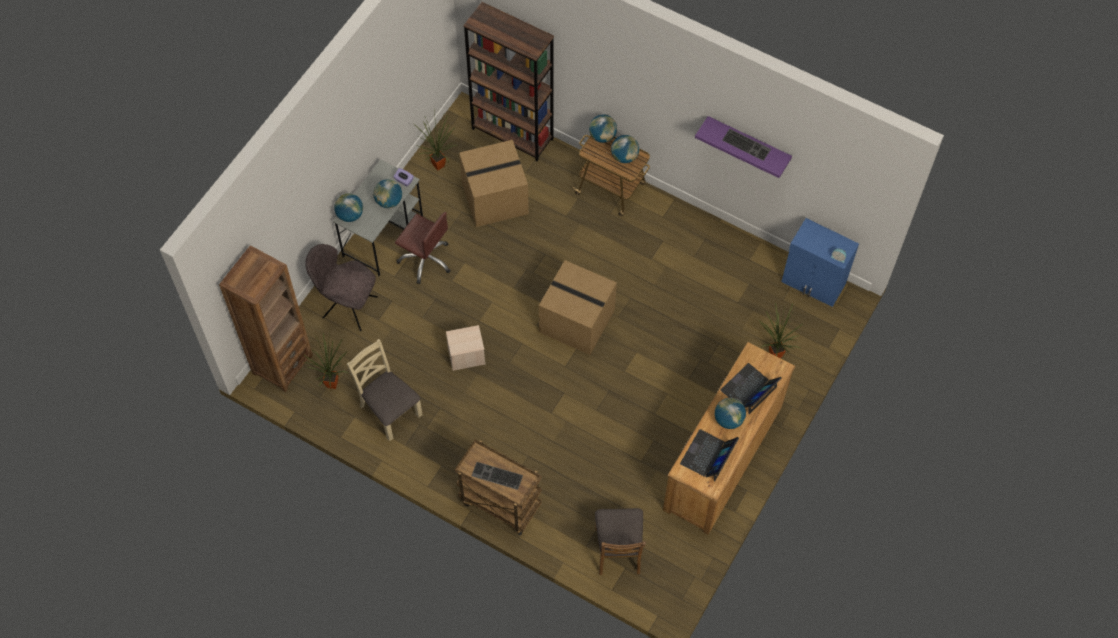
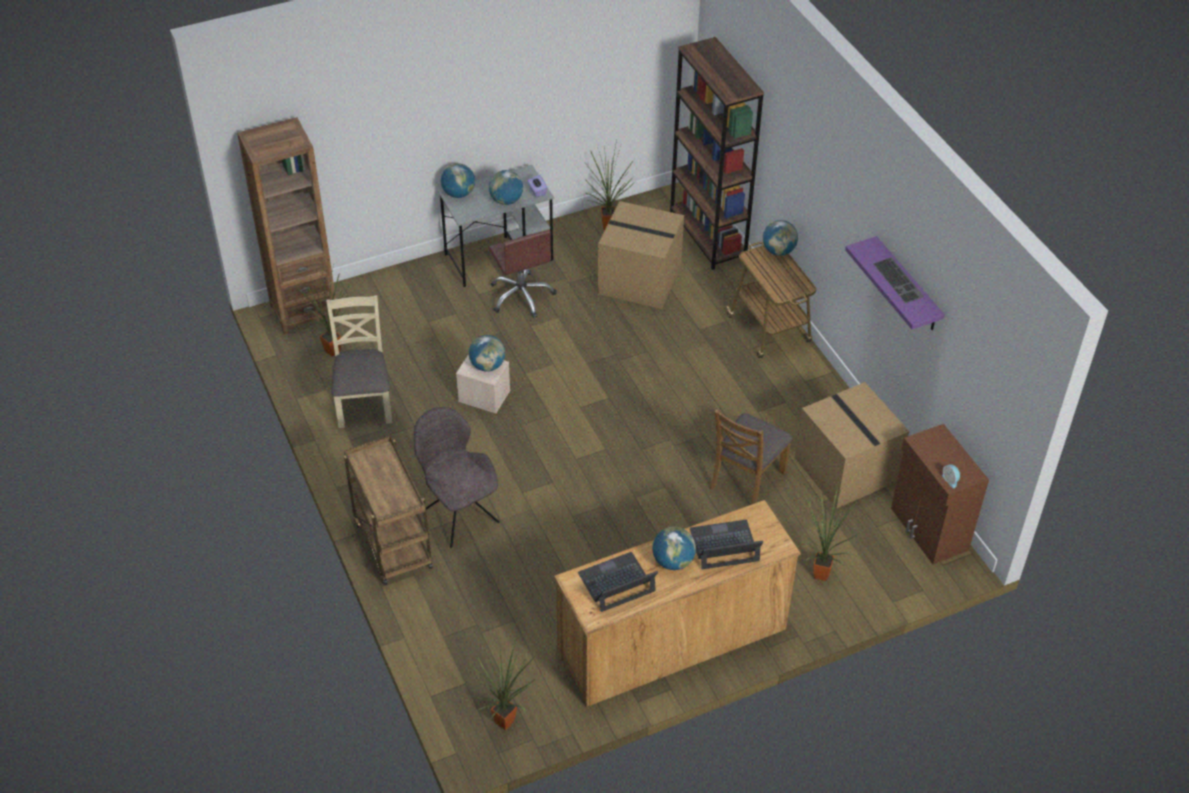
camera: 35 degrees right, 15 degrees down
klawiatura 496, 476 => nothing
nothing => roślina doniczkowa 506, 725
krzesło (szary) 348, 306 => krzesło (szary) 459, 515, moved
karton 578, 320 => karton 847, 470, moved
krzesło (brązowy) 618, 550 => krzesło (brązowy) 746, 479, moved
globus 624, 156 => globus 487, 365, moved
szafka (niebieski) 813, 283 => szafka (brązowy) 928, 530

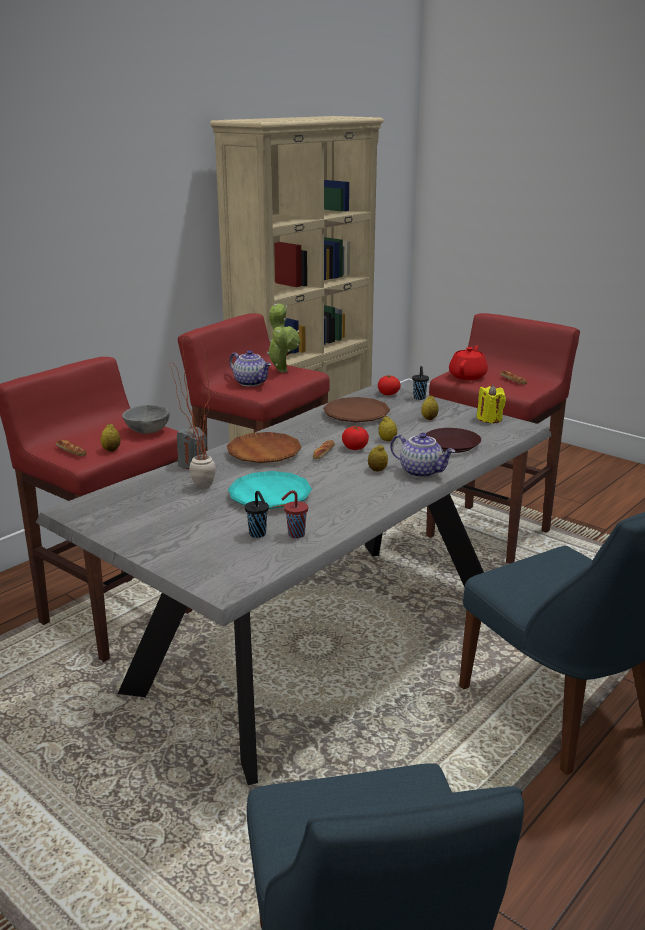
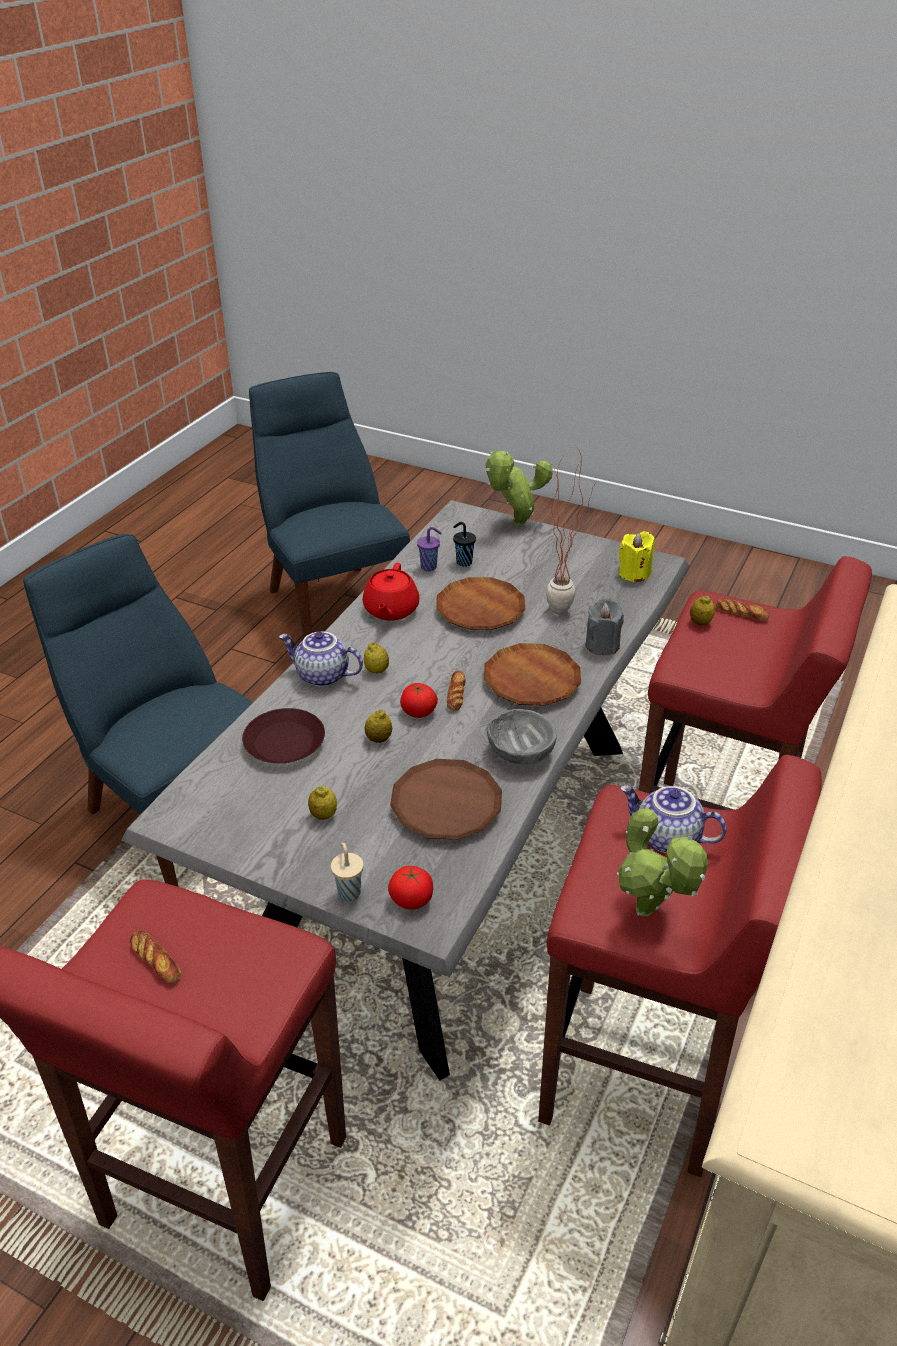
camera: 165 degrees right, 15 degrees up
nothing => roślina doniczkowa 515, 524
miska (szary) 148, 431 => miska (szary) 520, 752, moved
imbryk (czerwony) 468, 376 => imbryk (czerwony) 390, 610, moved
świeca (żółty) 489, 419 => świeca (żółty) 634, 573, moved
talerz (turkusowy) 270, 496 => talerz (brązowy) 480, 609
filiżanka (czerwony) 295, 534 => filiżanka (fioletowy) 430, 567
filiżanka (czarny) 419, 398 => filiżanka (beżowy) 349, 892

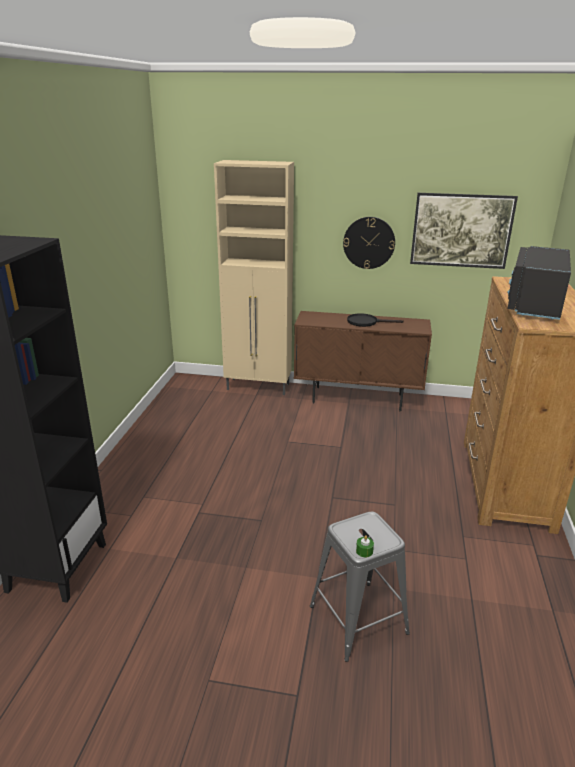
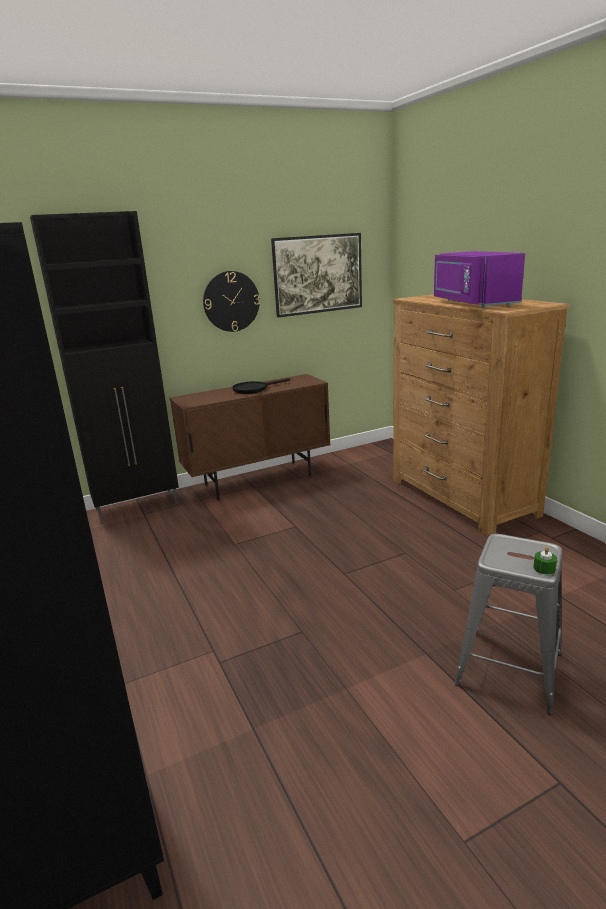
camera: 35 degrees left, 5 degrees down
szafka (beżowy) 259, 387 => szafka (czarny) 138, 507
mikrofalówka (czarny) 533, 304 => mikrofalówka (fioletowy) 472, 303

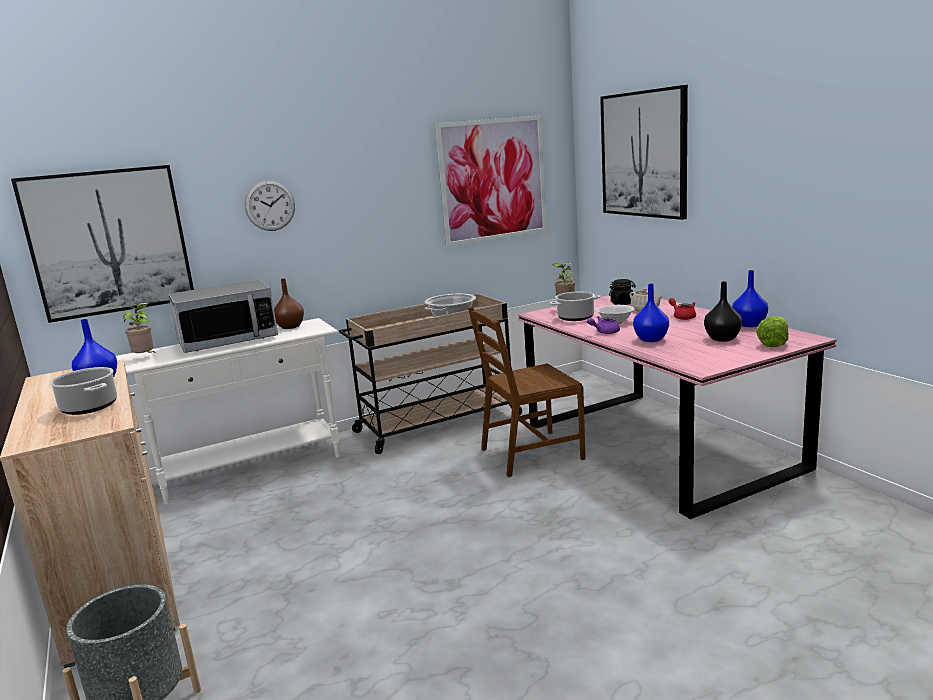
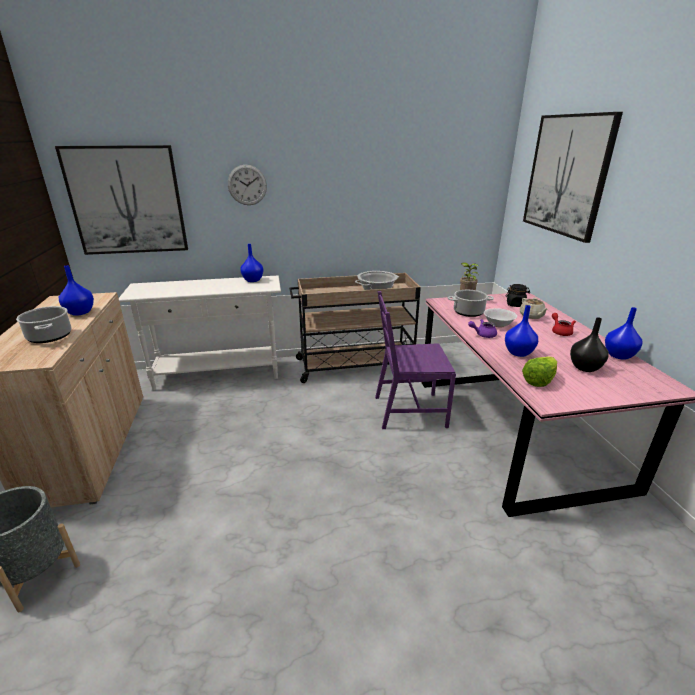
camera: 15 degrees right, 10 degrees up
roślina doniczkowa 146, 357 => nothing
mikrofalówka 228, 341 => nothing
obraz 493, 180 => nothing
sałata 773, 343 => sałata 539, 380, moved
wazon (brązowy) 290, 327 => wazon (niebieski) 253, 280
krzesło (brązowy) 530, 454 => krzesło (fioletowy) 409, 411

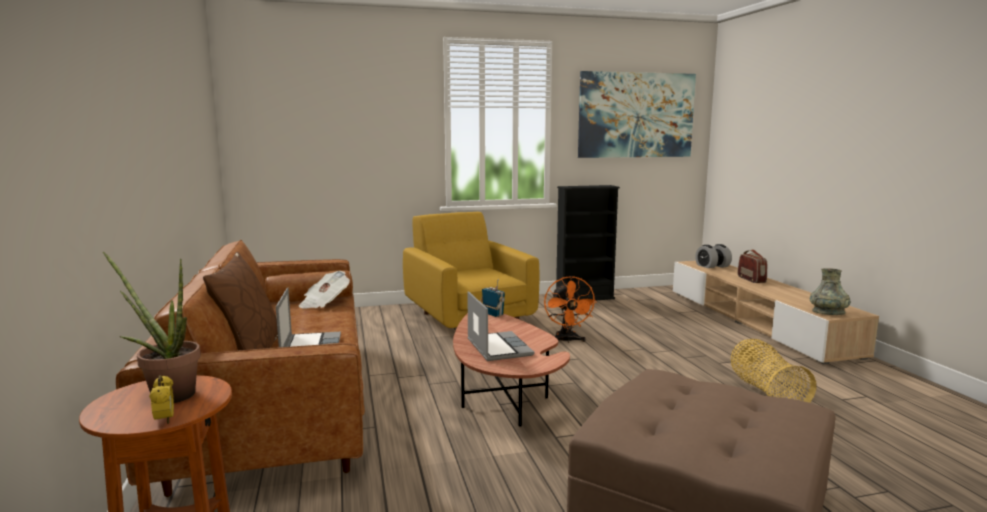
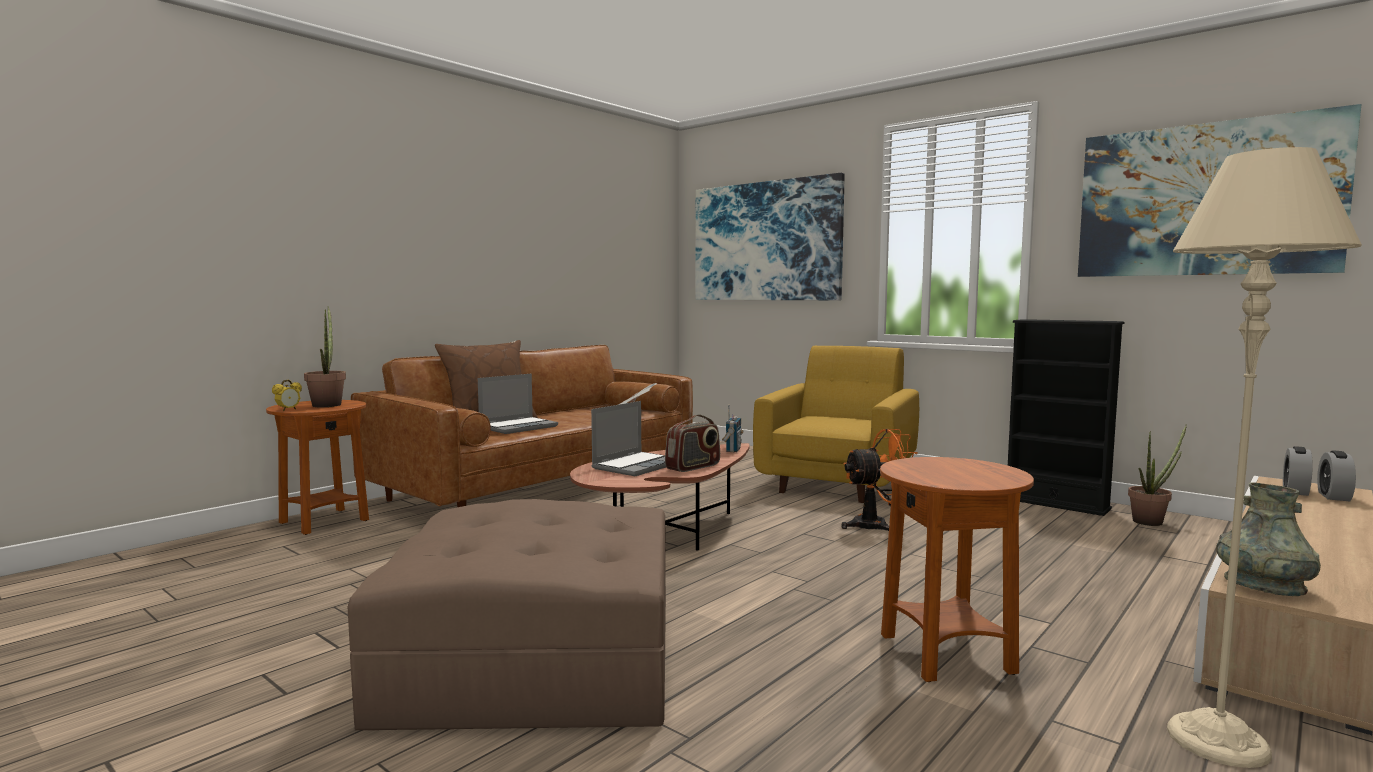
camera: 55 degrees right, 5 degrees down
nothing => obraz 765, 241
nothing => roślina doniczkowa 1152, 521
nothing => lampa stojąca (beżowy) 1218, 741
radio 751, 279 => radio 693, 467, moved
koszyk 766, 393 => stolik (brązowy) 946, 655
wentylator (pomarańczowy) 567, 340 => wentylator (pomarańczowy) 878, 526, 150 degrees counterclockwise

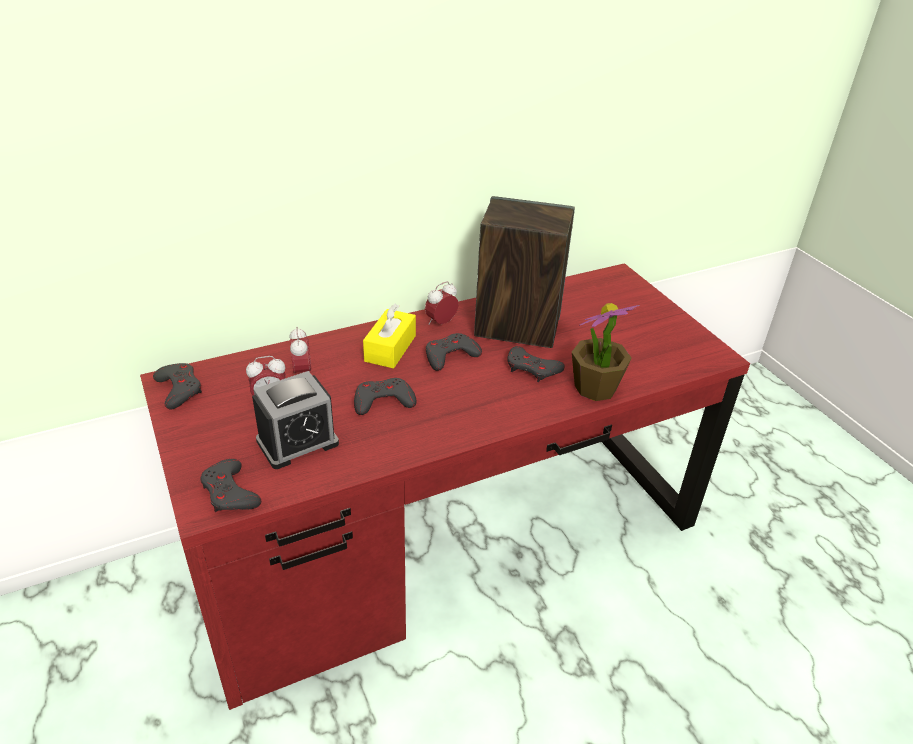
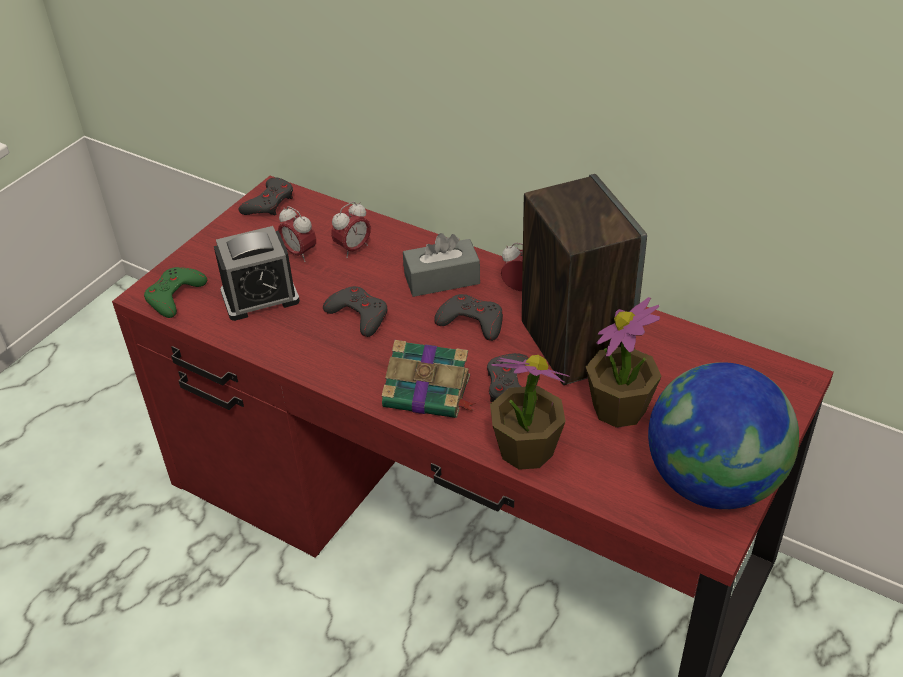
camera: 60 degrees right, 5 degrees up
nothing => książka 429, 392
nothing => roślina doniczkowa 619, 409
nothing => globus 712, 482
pad do gier (szary) 230, 492 => pad do gier (zielony) 174, 296
pudełko chusteczek (żółty) 390, 348 => pudełko chusteczek (szary) 442, 279
budzik 297, 442 => budzik 260, 297, 45 degrees counterclockwise

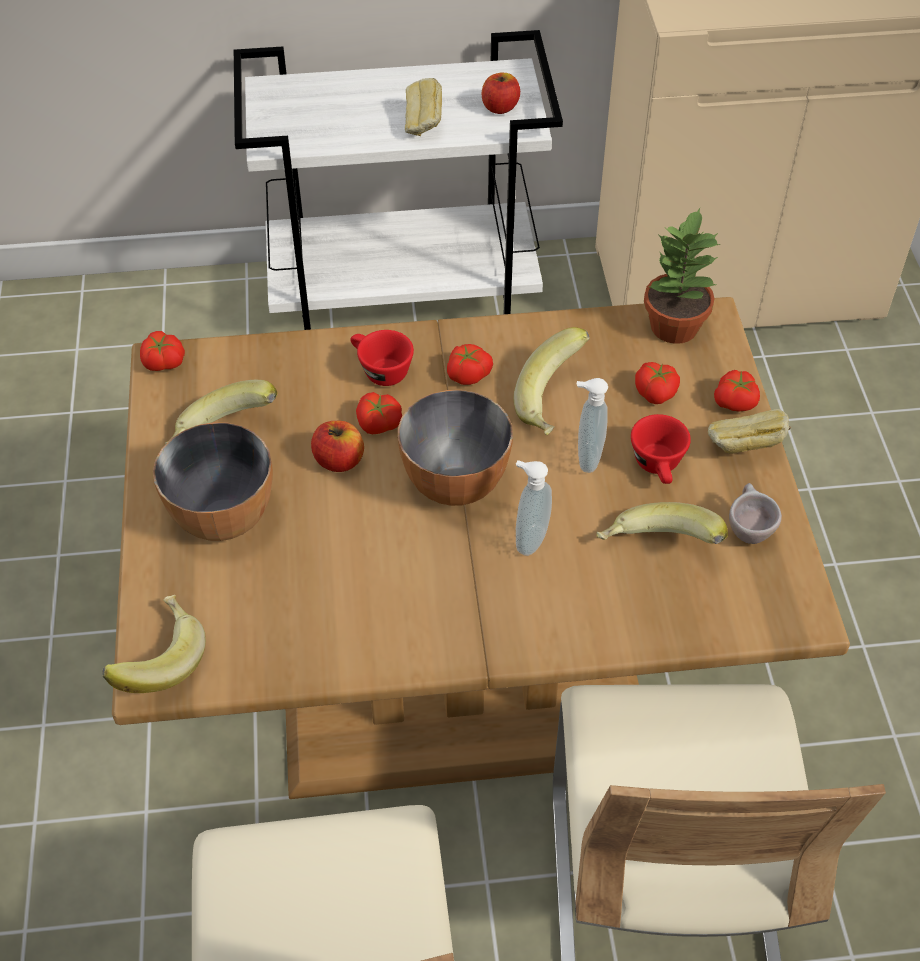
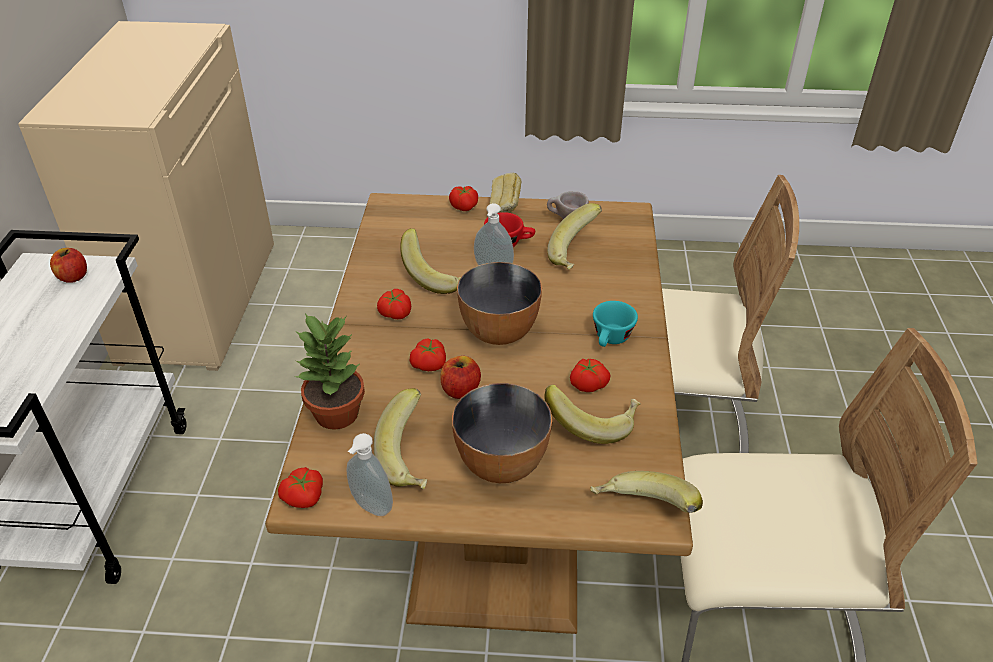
camera: 80 degrees left, 10 degrees down
filiżanka (czerwony) 379, 370 => nothing
chleb 423, 125 => nothing
nothing => banan 592, 423
nothing => filiżanka (turkusowy) 611, 340
dozownik mydła 529, 539 => dozownik mydła 370, 508, moved
pomidor 656, 392 => pomidor 588, 383, moved
roślina doniczkowa 673, 327 => roślina doniczkowa 337, 414, moved

